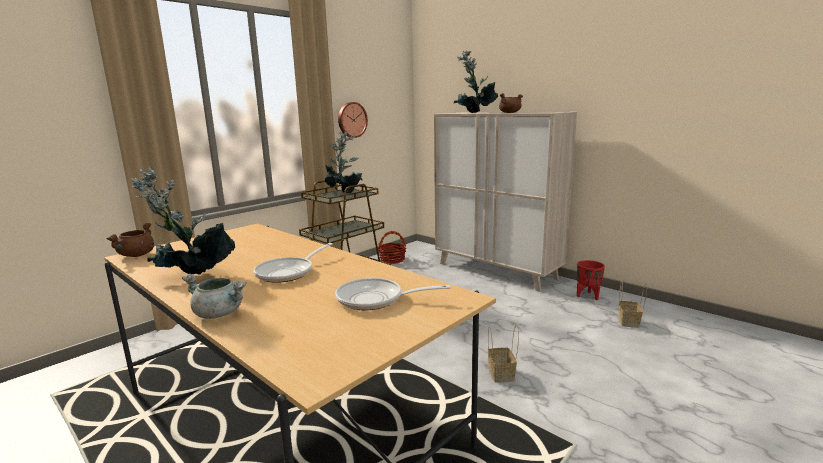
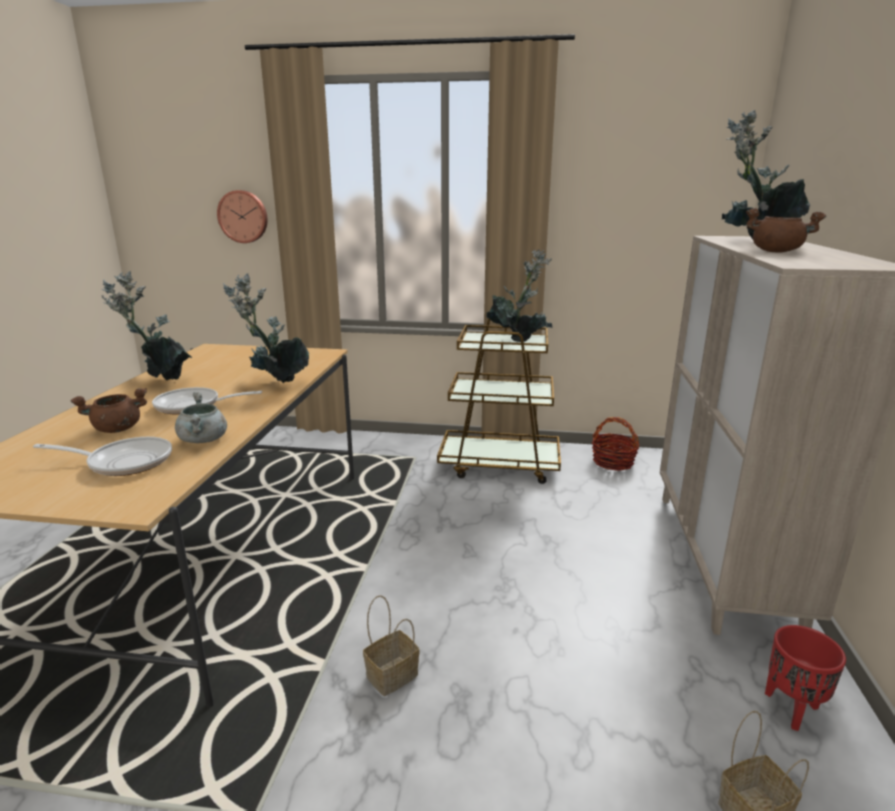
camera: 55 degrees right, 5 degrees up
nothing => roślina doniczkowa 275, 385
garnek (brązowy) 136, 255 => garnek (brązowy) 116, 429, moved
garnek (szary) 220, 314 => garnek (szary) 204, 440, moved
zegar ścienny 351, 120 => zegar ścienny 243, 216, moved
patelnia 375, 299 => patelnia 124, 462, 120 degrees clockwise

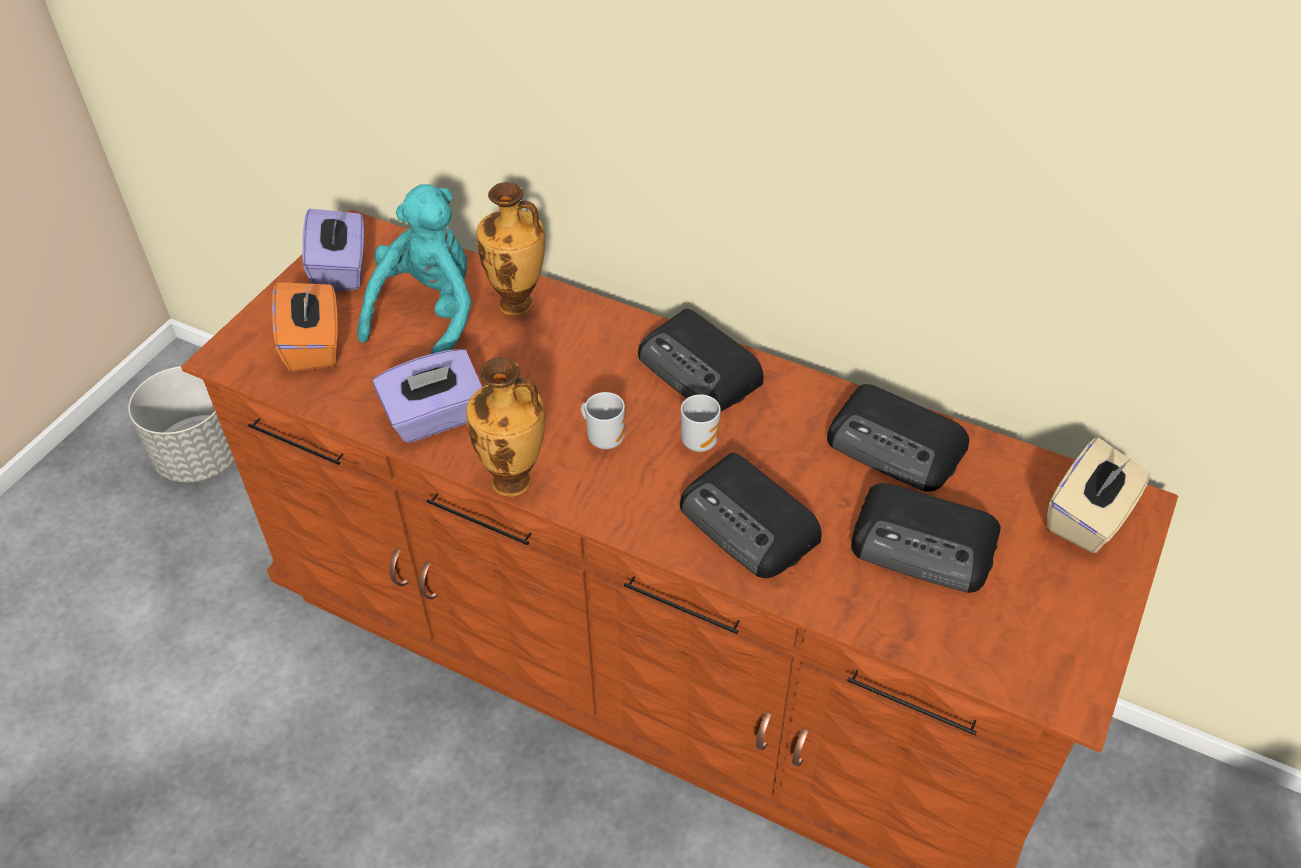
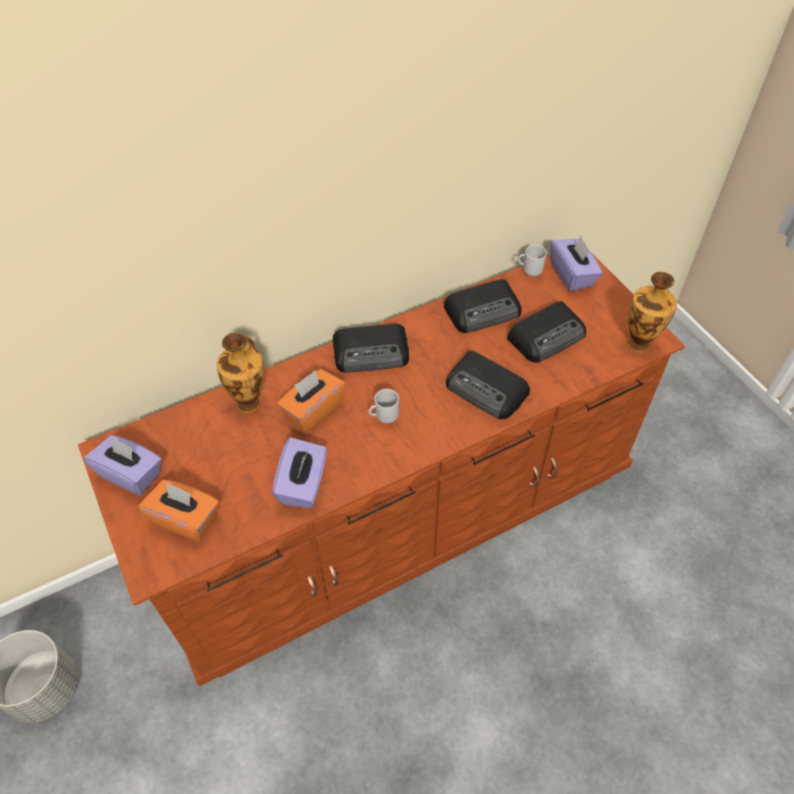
camera: 55 degrees left, 5 degrees up
pluszak (turkusowy) 429, 314 => nothing
nothing => pudełko chusteczek (pomarańczowy) 313, 410
wazon 514, 482 => wazon 639, 343, moved
kubek 700, 441 => kubek 530, 271, moved
pudełko chusteczek (beżowy) 1089, 517 => pudełko chusteczek (fioletowy) 572, 275
radio 750, 524 => radio 487, 390, 45 degrees clockwise

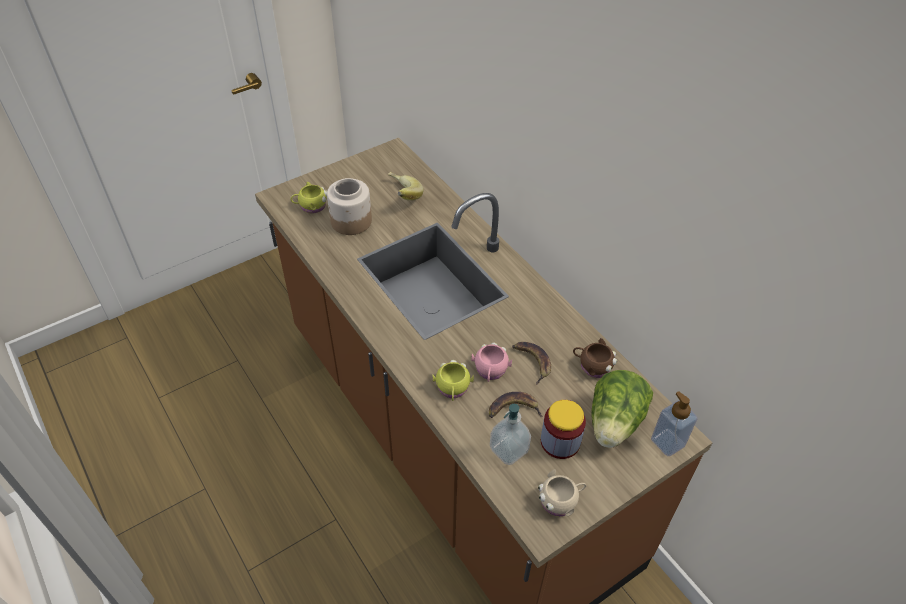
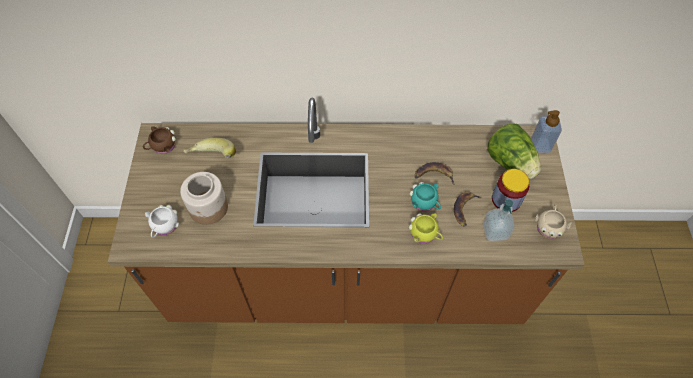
camera: 55 degrees left, 10 degrees up
kubek (brązowy) 592, 366 => kubek (brązowy) 162, 147, moved
kubek (żółty) 311, 206 => kubek (biały) 164, 227
kubek (różowy) 490, 371 => kubek (turkusowy) 425, 203

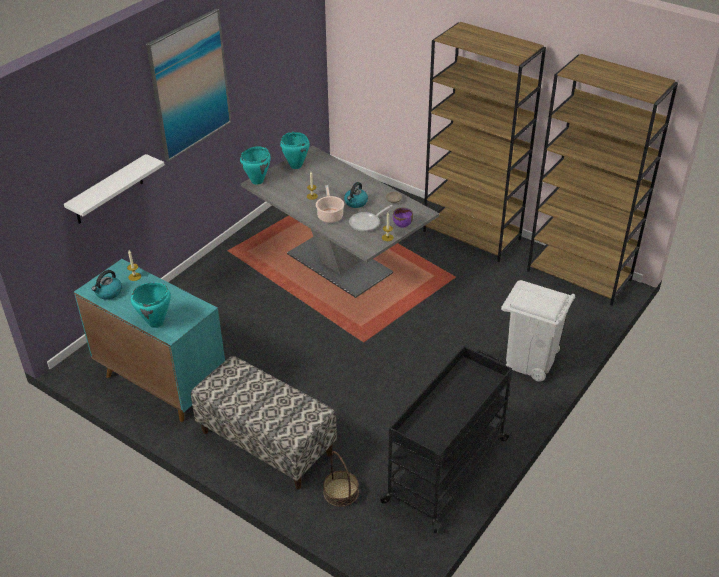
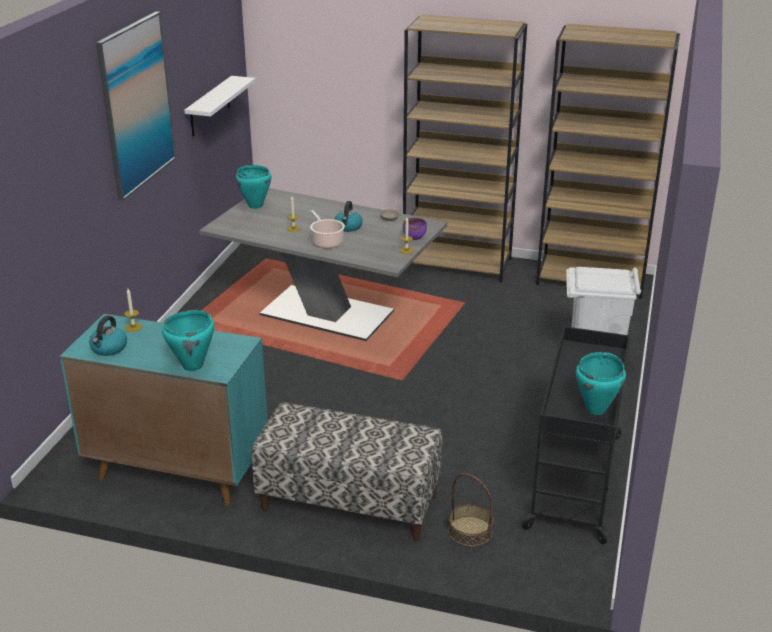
camera: 20 degrees left, 10 degrees down
patelnia 367, 223 => nothing
półka (biały) 108, 190 => półka (biały) 210, 106, moved
garnek (turkusowy) 257, 181 => garnek (turkusowy) 596, 409, moved

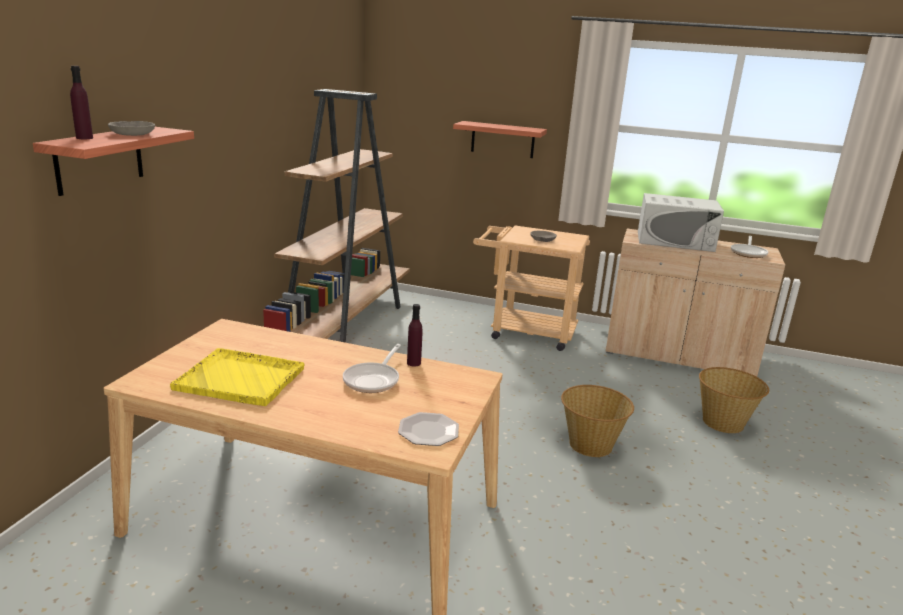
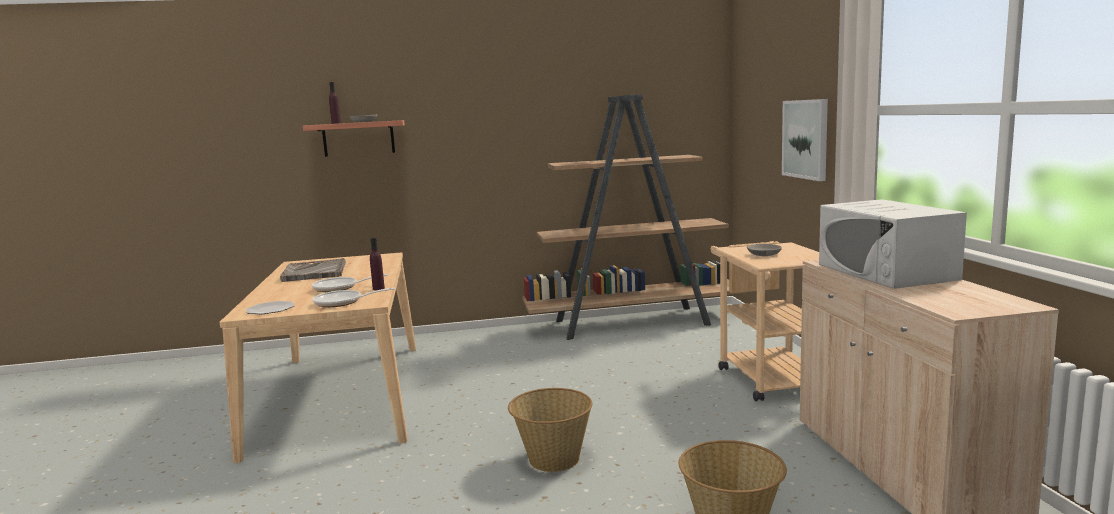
camera: 65 degrees right, 10 degrees down
patelnia 748, 253 => patelnia 342, 302, moved
półka 502, 139 => obraz 806, 139
taca (żółty) 241, 379 => taca (szary) 314, 272

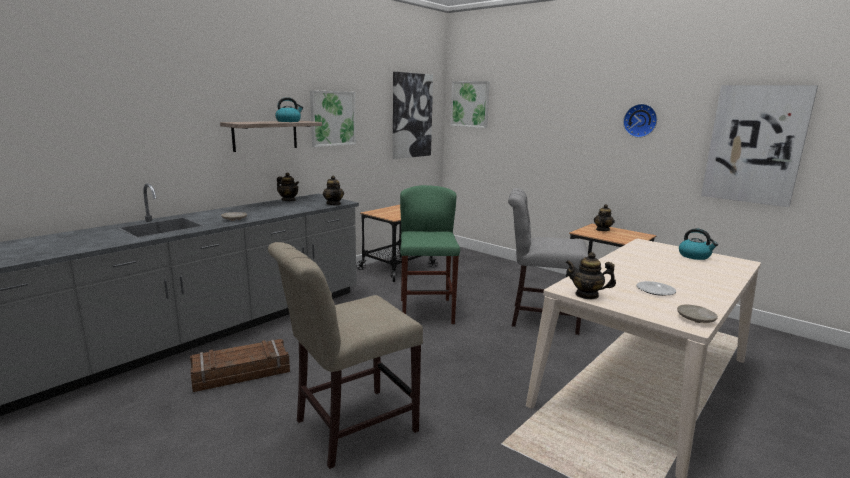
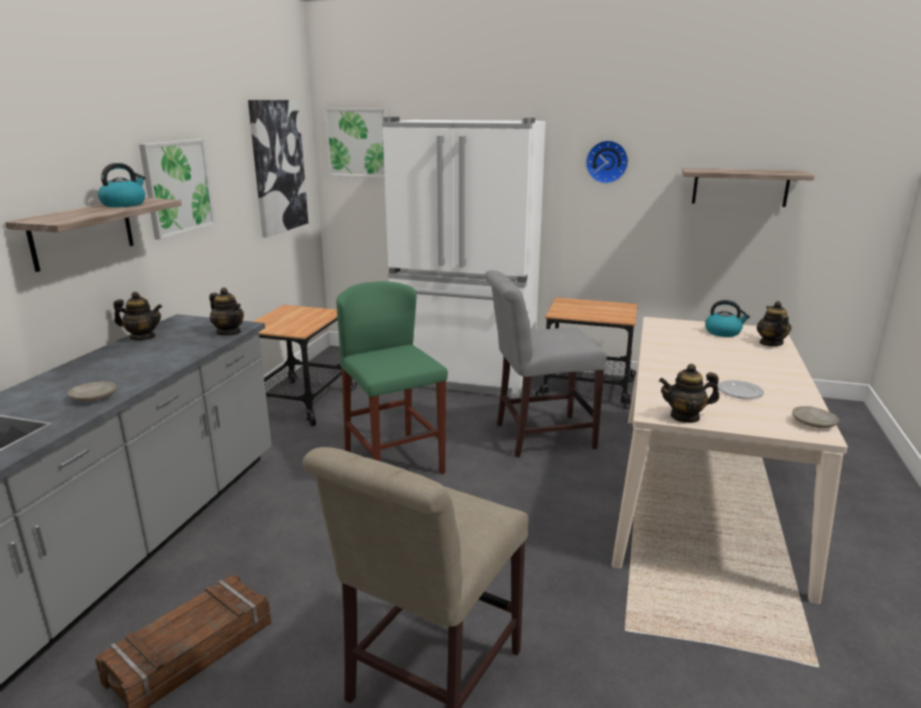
camera: 25 degrees left, 5 degrees up
nothing => lodówka (biały) 465, 378
imbryk 602, 230 => imbryk 770, 343, moved
obraz 755, 144 => półka 740, 187

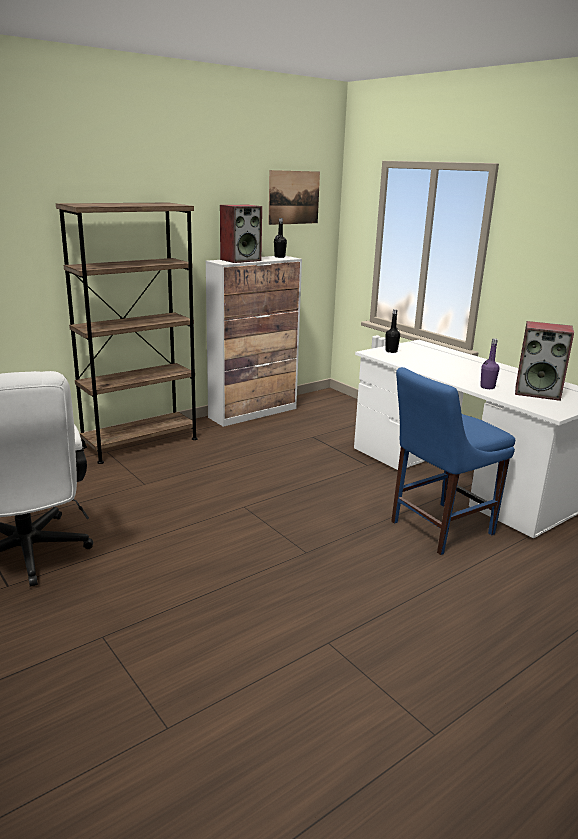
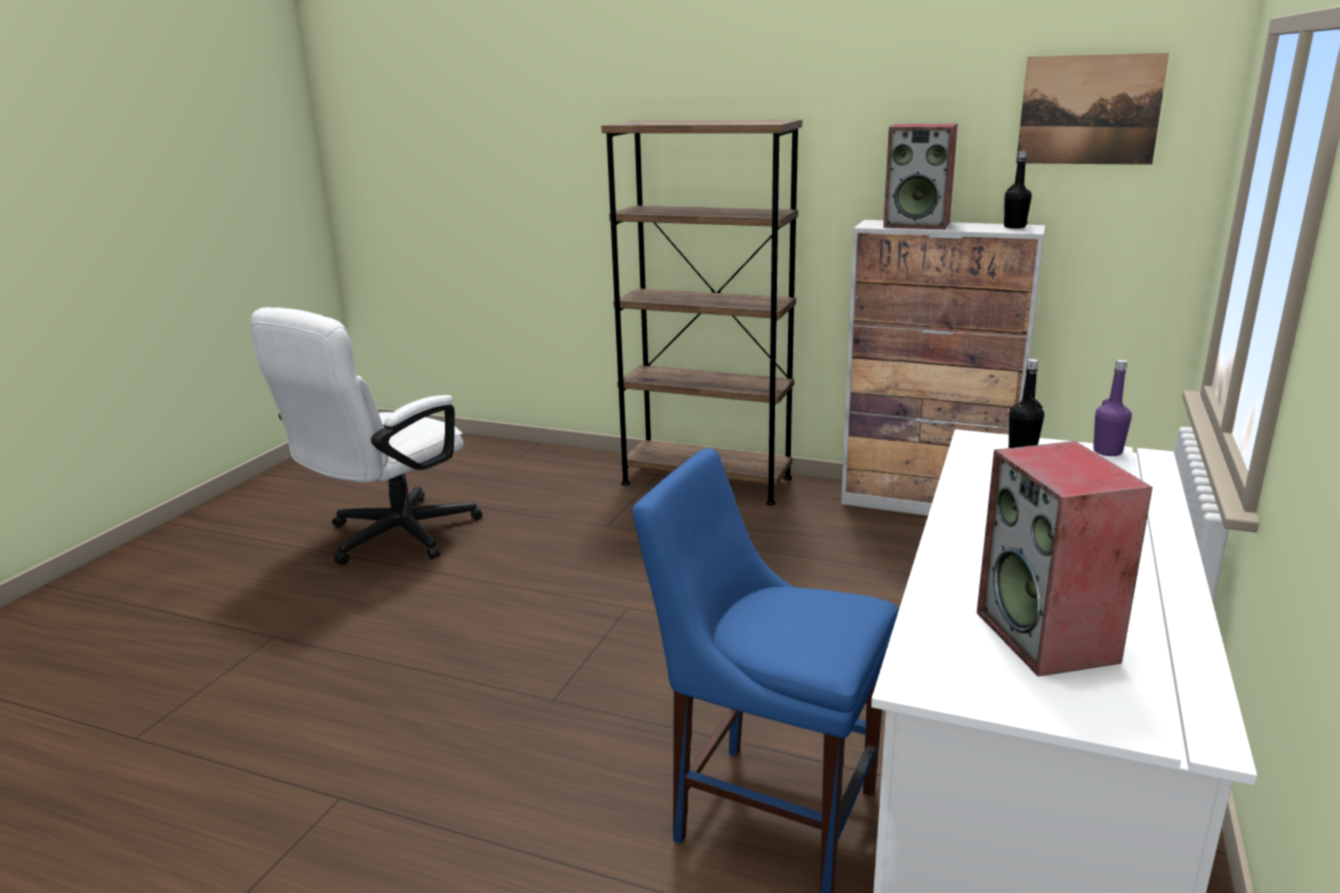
camera: 60 degrees right, 0 degrees up
butelka (fioletowy) 487, 387 => butelka (fioletowy) 1107, 451, moved

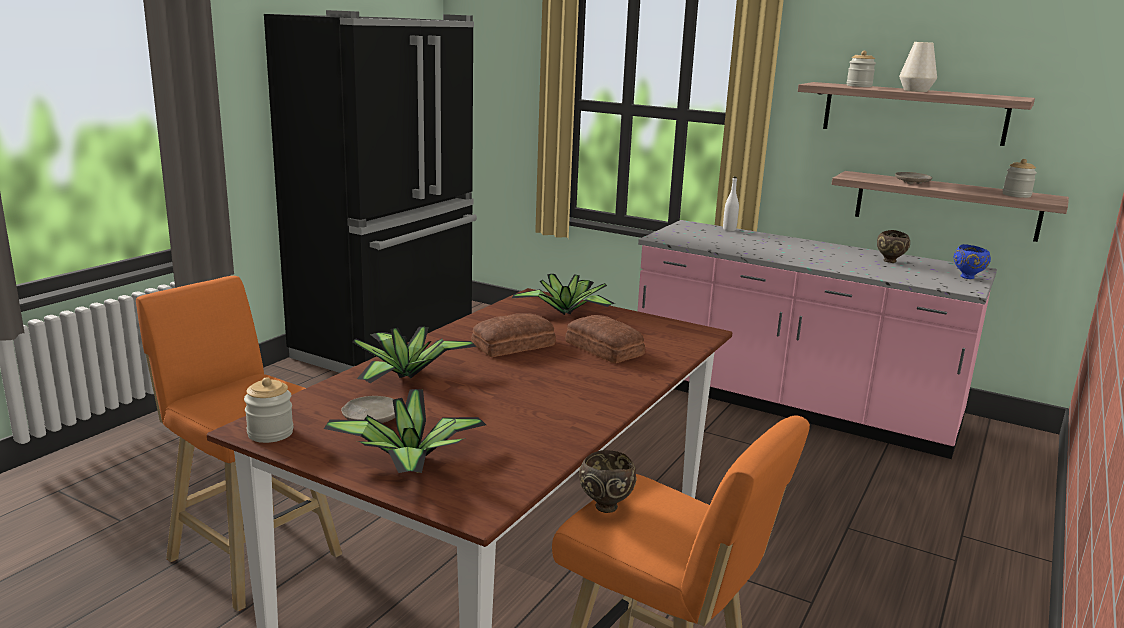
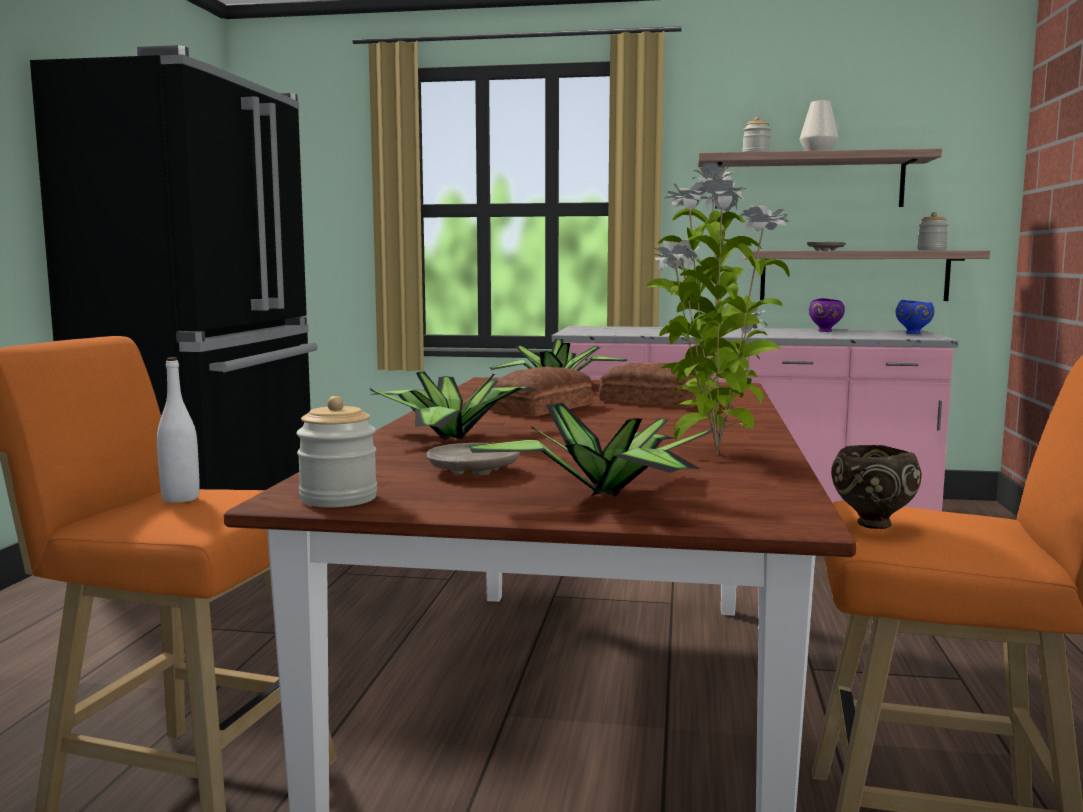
camera: 20 degrees left, 10 degrees down
nothing => roślina doniczkowa 713, 453
butelka (biały) 729, 229 => butelka (biały) 180, 498, moved
miska (brązowy) 890, 261 => miska (fioletowy) 825, 331

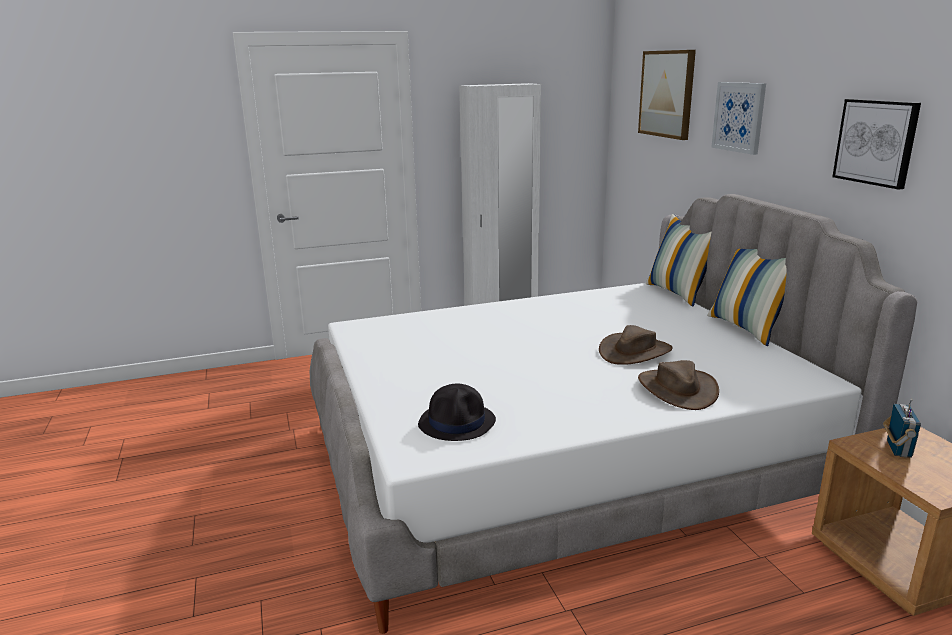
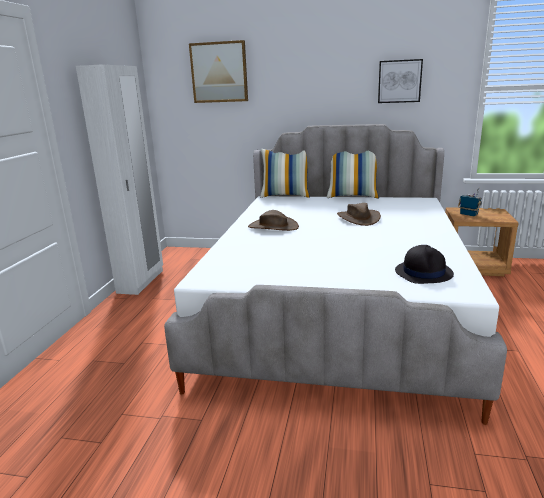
camera: 60 degrees left, 0 degrees up
obraz 739, 117 => nothing
kapelusz (brązowy) 677, 389 => kapelusz (brązowy) 273, 227, moved

